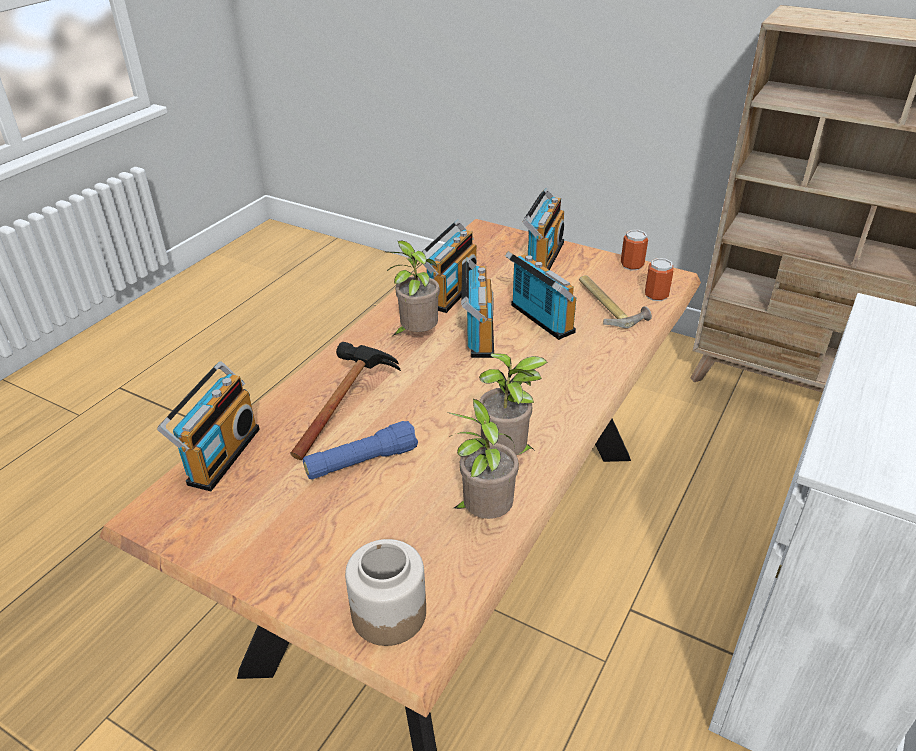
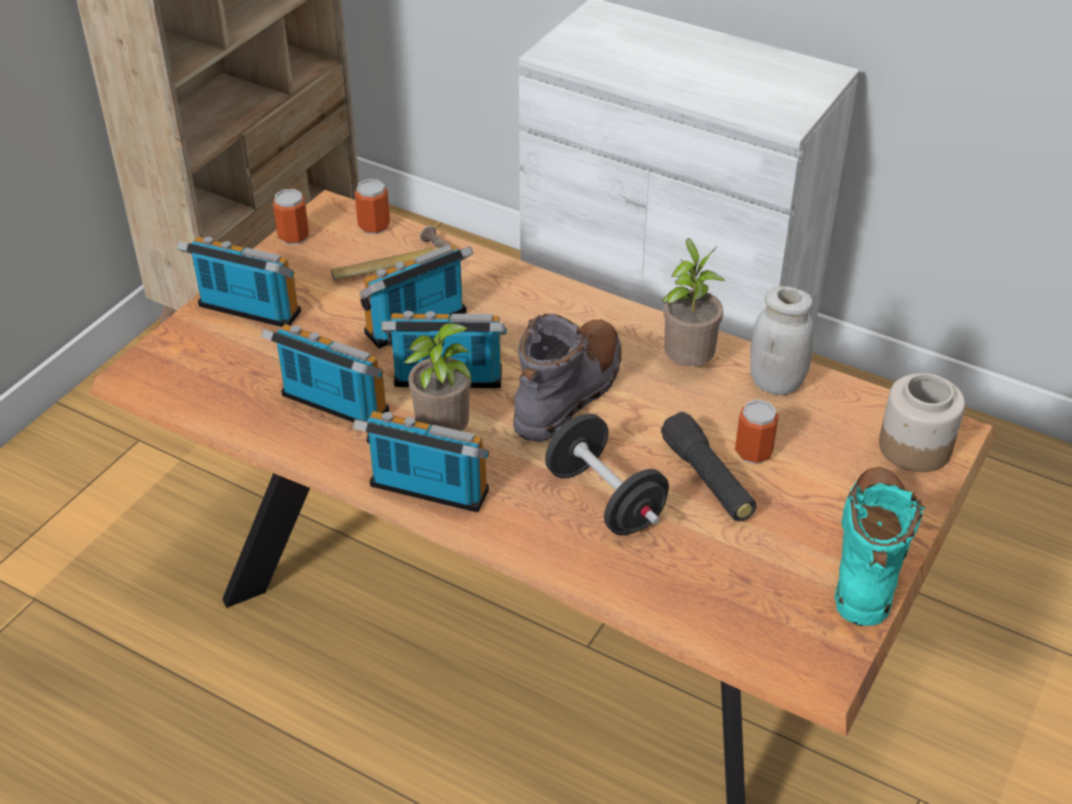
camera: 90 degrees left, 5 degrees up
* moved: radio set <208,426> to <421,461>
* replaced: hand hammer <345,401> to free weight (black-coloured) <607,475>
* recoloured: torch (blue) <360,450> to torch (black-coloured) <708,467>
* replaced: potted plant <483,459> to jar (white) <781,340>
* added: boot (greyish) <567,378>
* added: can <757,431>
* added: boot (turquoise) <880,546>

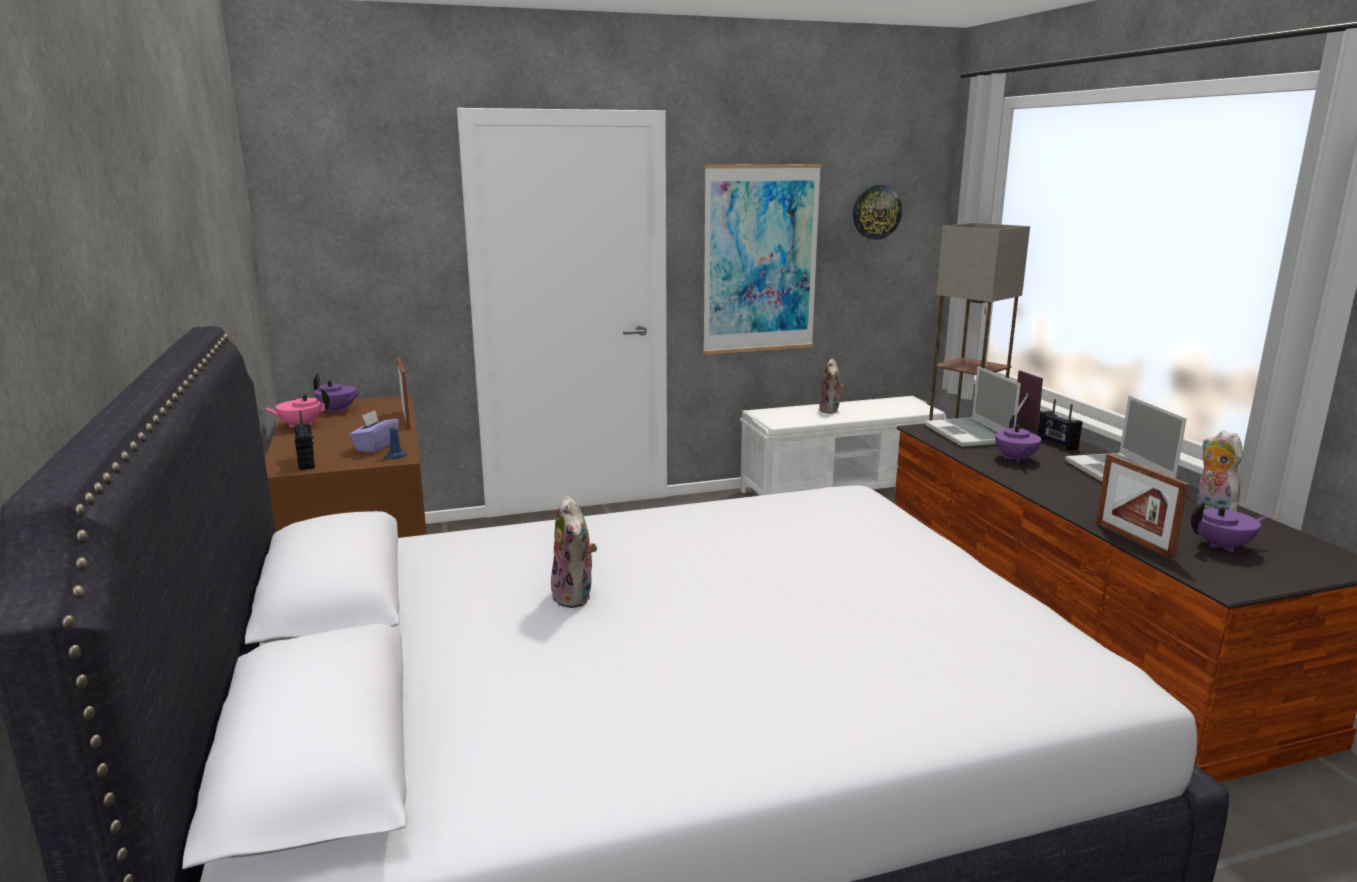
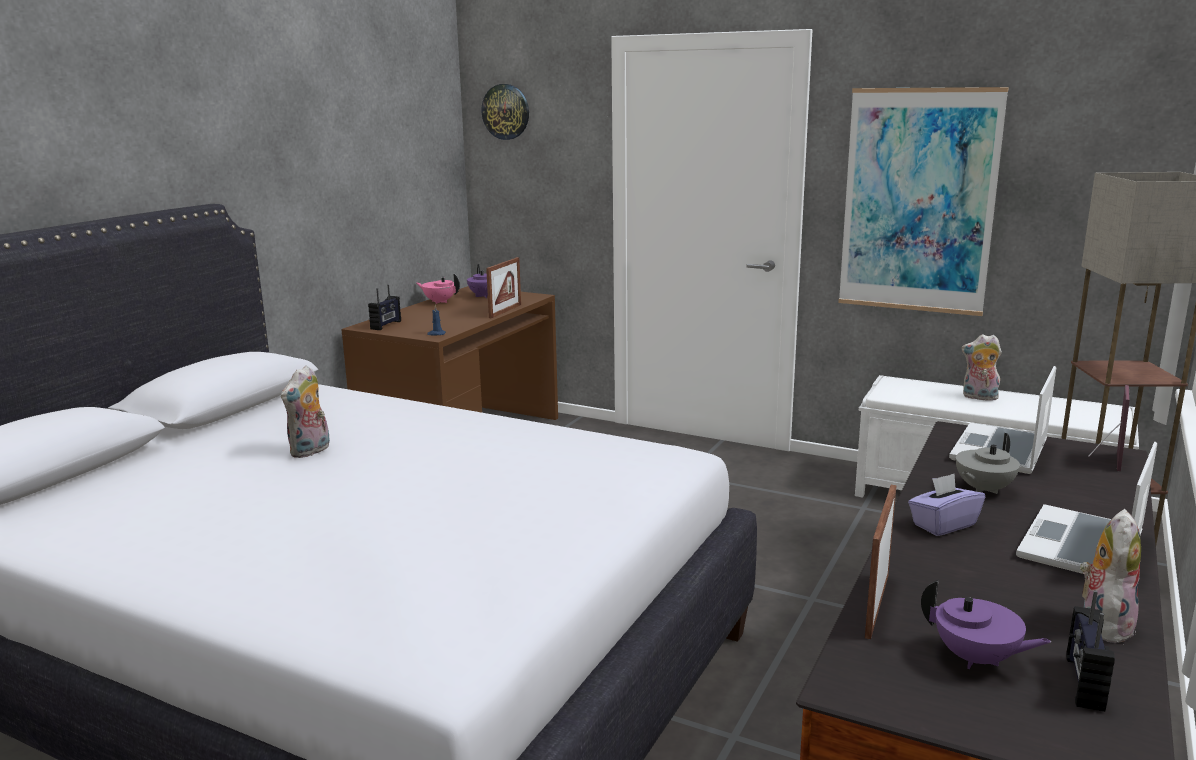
camera: 45 degrees right, 0 degrees up
* moved: tissue holder (purplish) <374,431> to <946,505>
* turned: plush toy <831,386> = <982,367> 60 degrees clockwise
* moved: clock on the wall <877,212> to <505,112>
* recoloured: pot for tea (purplish) <1018,439> to pot for tea (greyish) <988,463>
* moved: radio set <1060,425> to <1090,651>

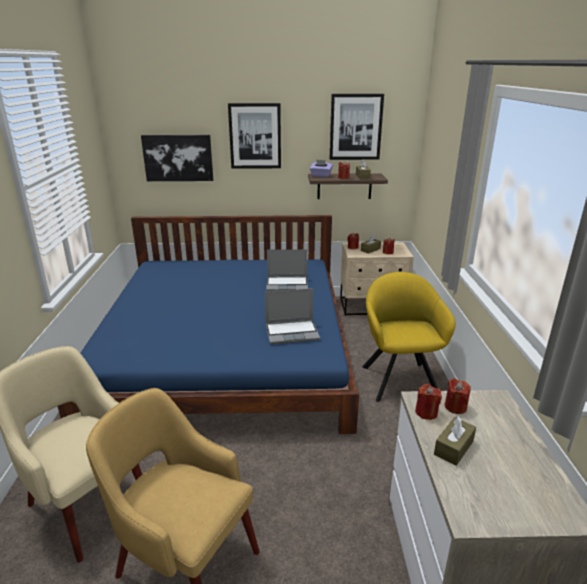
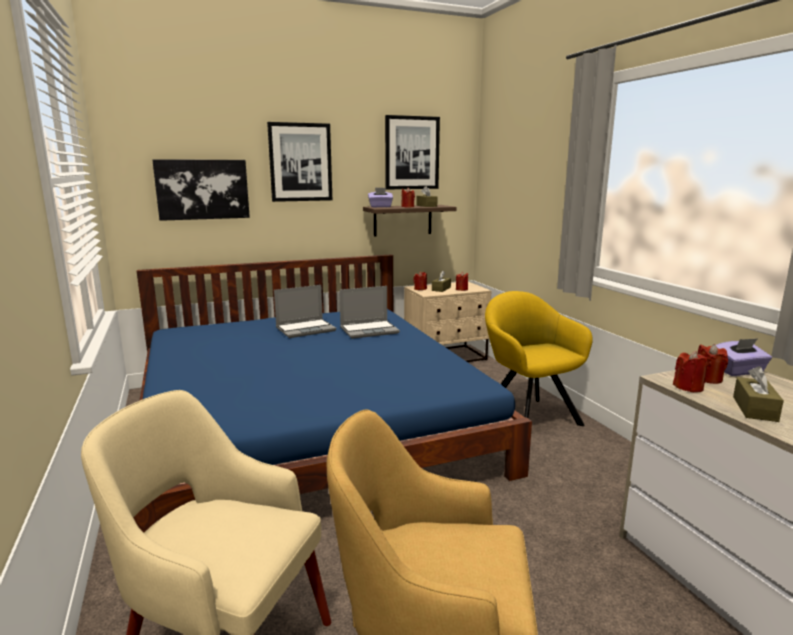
camera: 20 degrees left, 10 degrees down
* moved: portable computer <292,316> to <305,311>
* added: tissue holder (purplish) <744,357>

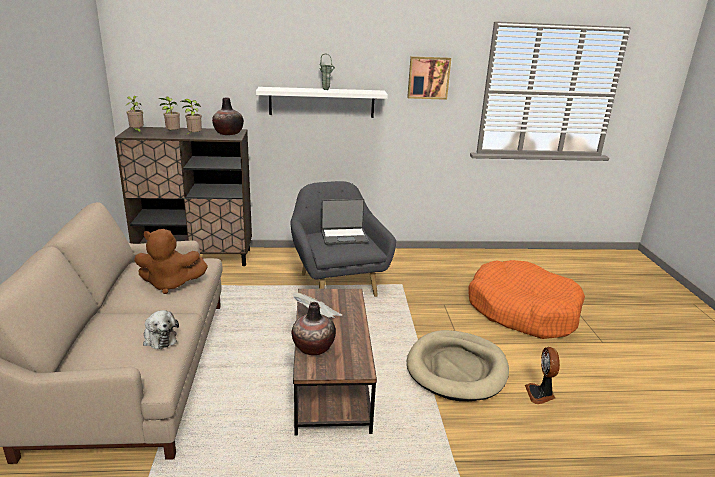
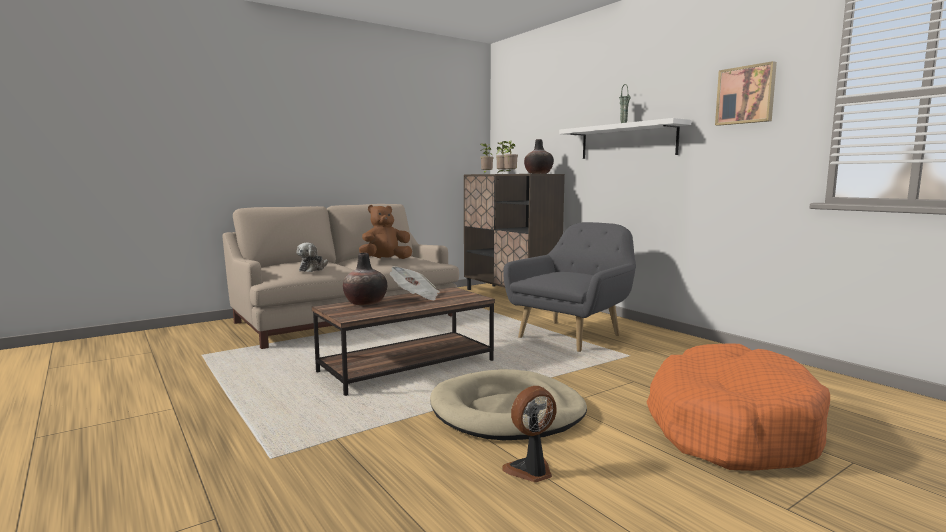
camera: 60 degrees right, 15 degrees down
* turned: plush toy (brown) <171,261> = <385,232> 90 degrees clockwise
* removed: portable computer <345,222>

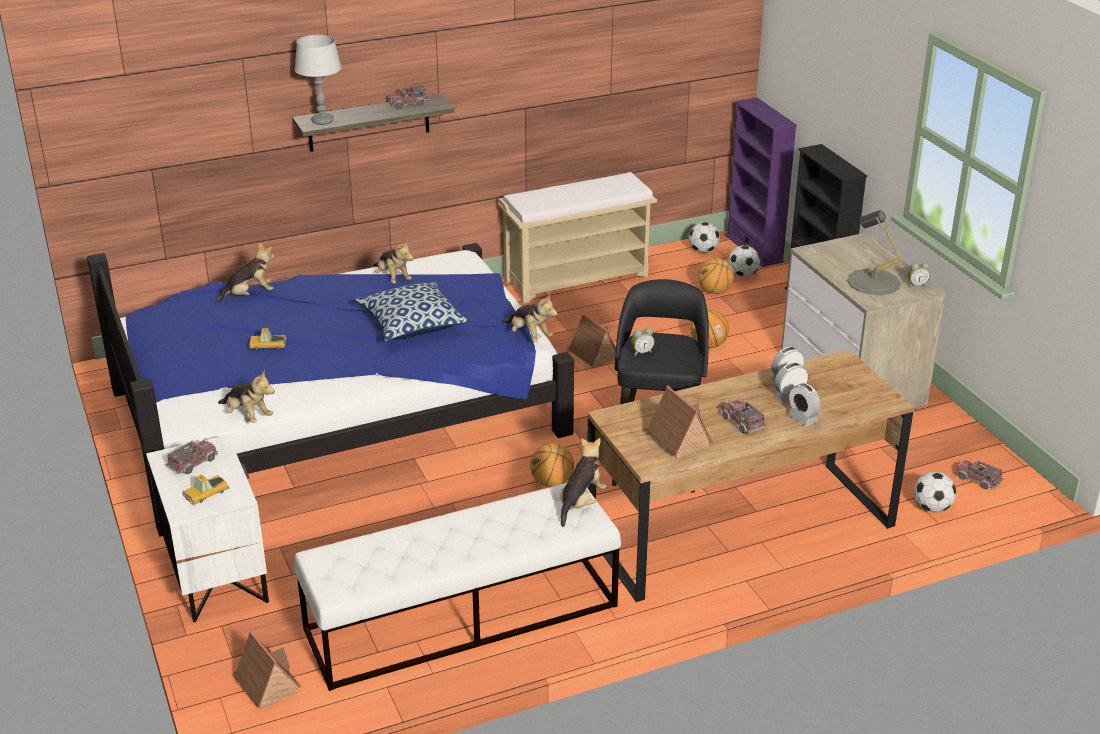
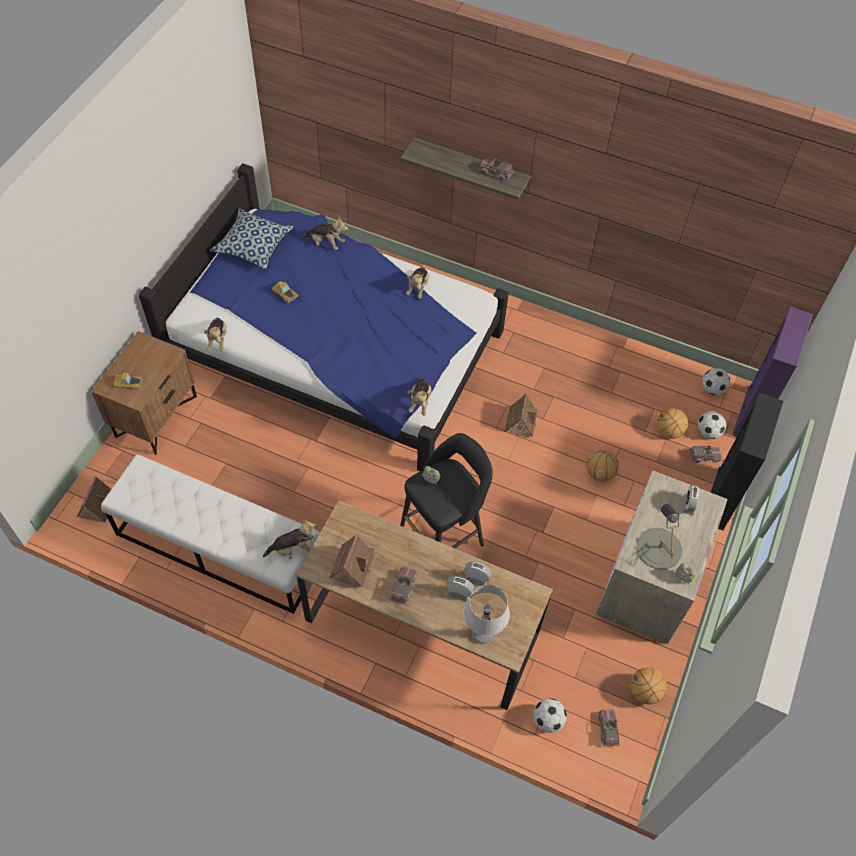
camera: 45 degrees right, 25 degrees up
* recoloured: bedside table (white) <207,528> to bedside table (brown) <144,393>
* moved: toy lorry <192,457> to <705,454>
* moved: table lamp (greyish) <318,80> to <486,614>
* moved: throw pillow <411,311> to <252,239>
* removed: bench (sand-coloured) <577,237>
* moved: basketball <552,465> to <648,686>
* moved: bedside clock <804,404> to <690,500>

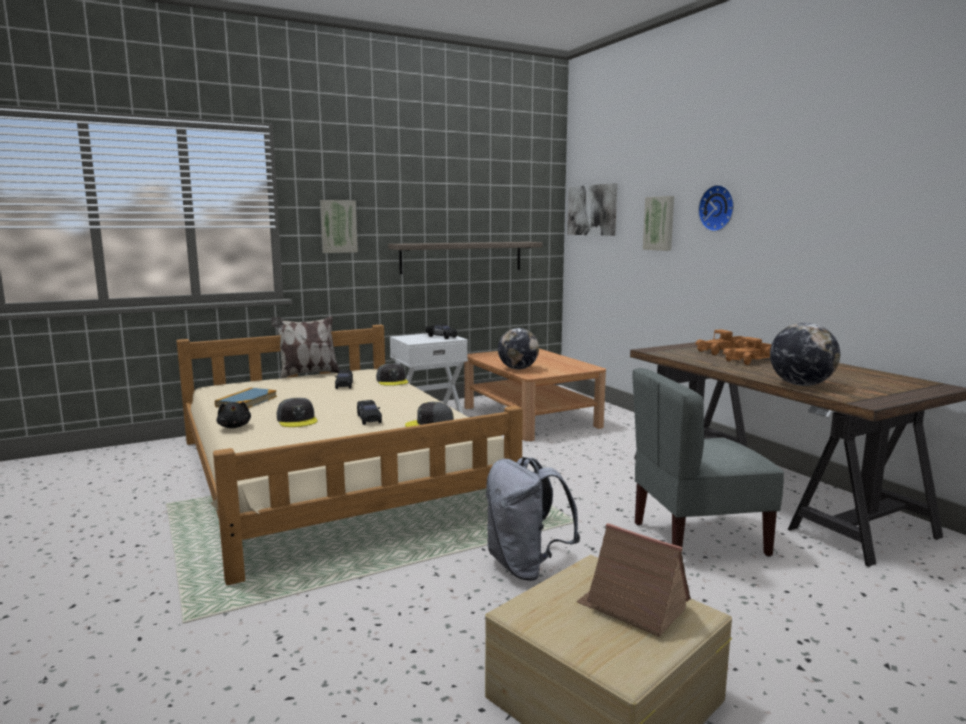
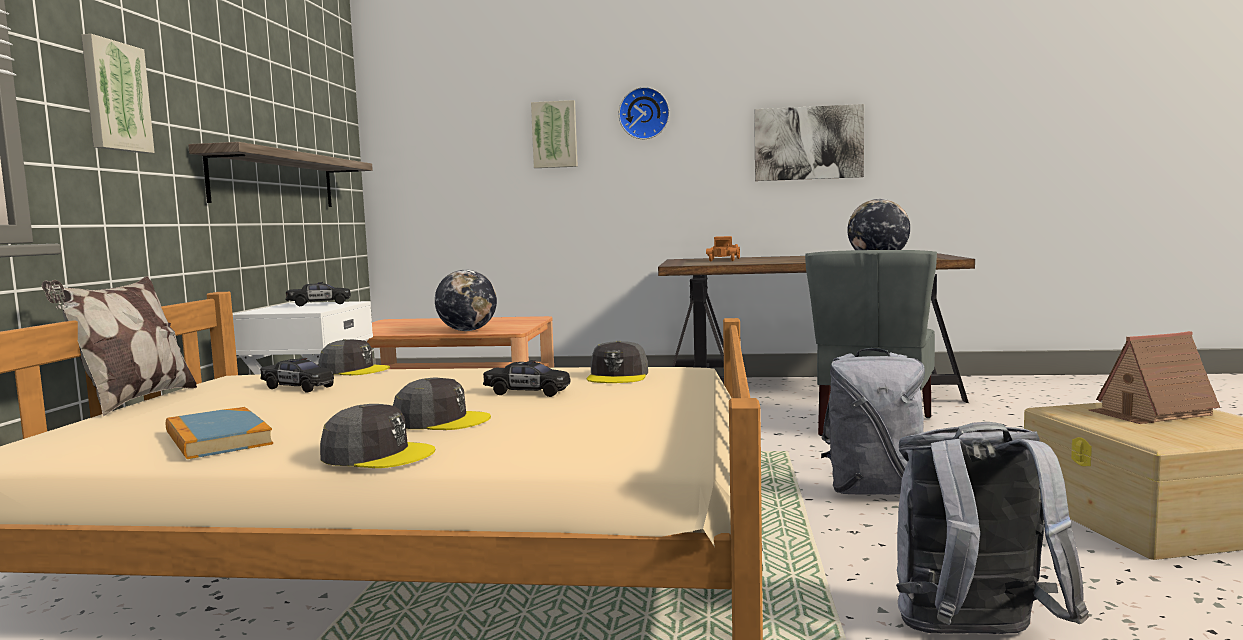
camera: 55 degrees left, 5 degrees down
* replaced: plush toy (black-coloured) <234,415> to peaked cap (greyish) <377,436>
* moved: wall art <592,209> to <809,142>
* removed: toy lorry <747,351>
* added: knapsack (greyish) <992,528>

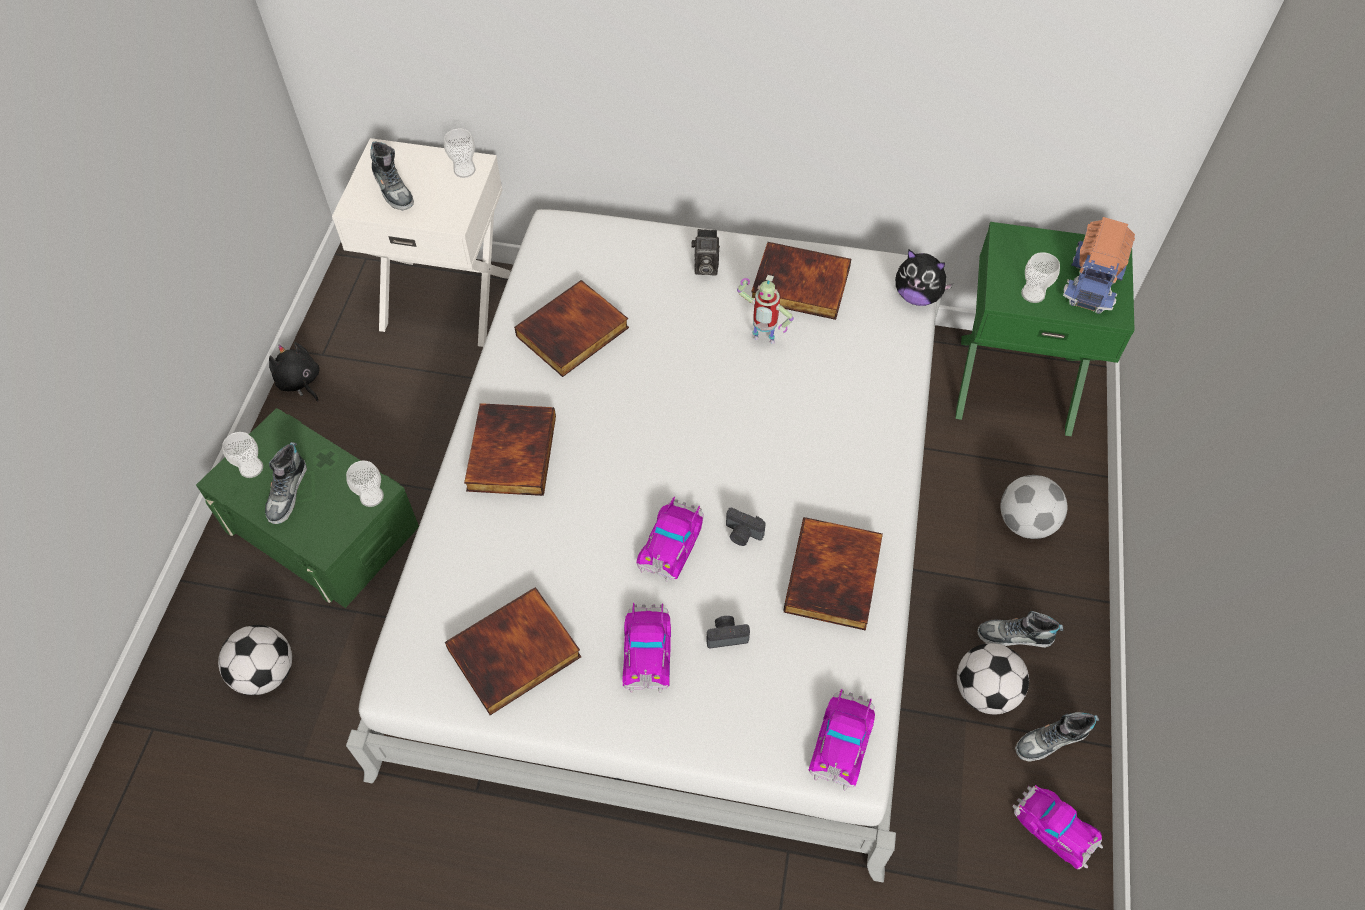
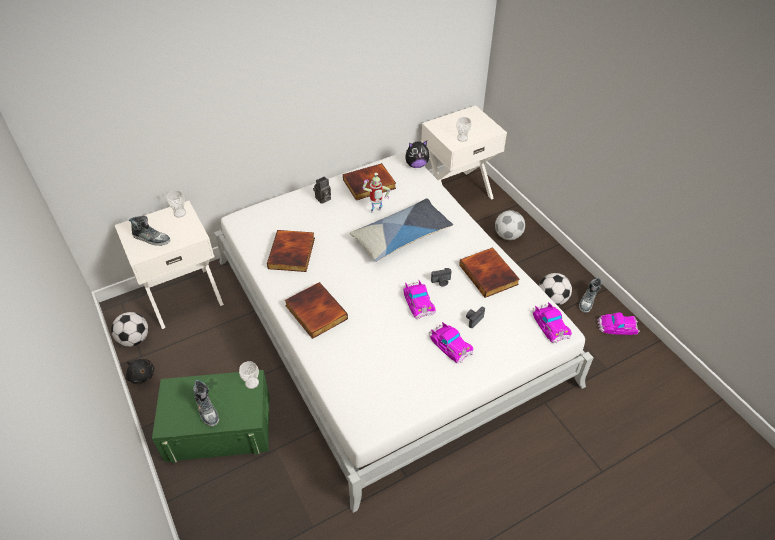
camera: 40 degrees left, 10 degrees down
* moved: football ball <255,660> to <129,329>
* removed: drinking cup <242,455>
* turned: plush toy (black-coloured) <294,372> = <140,371> 150 degrees counterclockwise
* removed: bound book <513,651>
* recoloured: bedside table (greenish) <1045,329> to bedside table (white) <464,152>
* removed: item of footwear <1020,629>
* removed: toy lorry <1099,265>
* added: throw pillow <401,230>

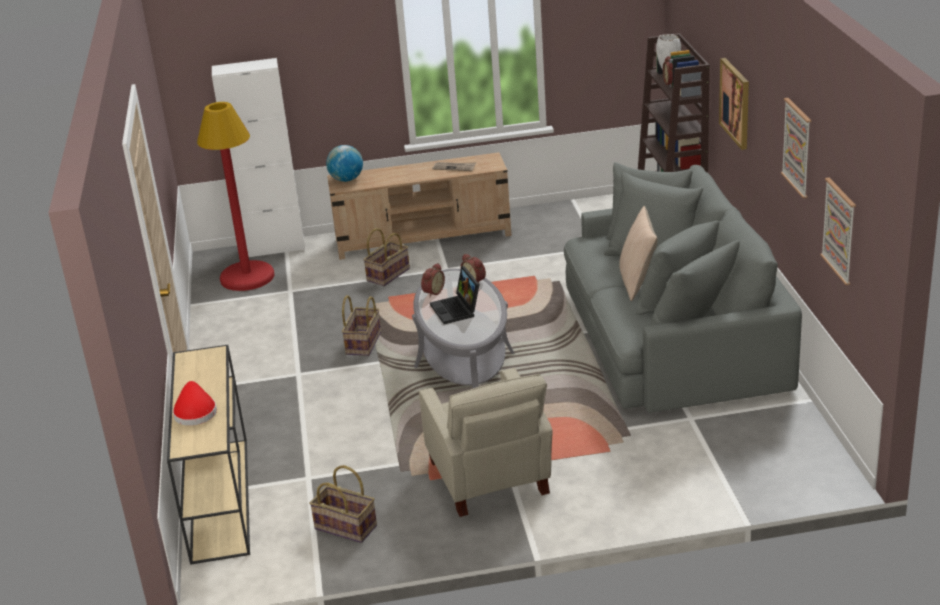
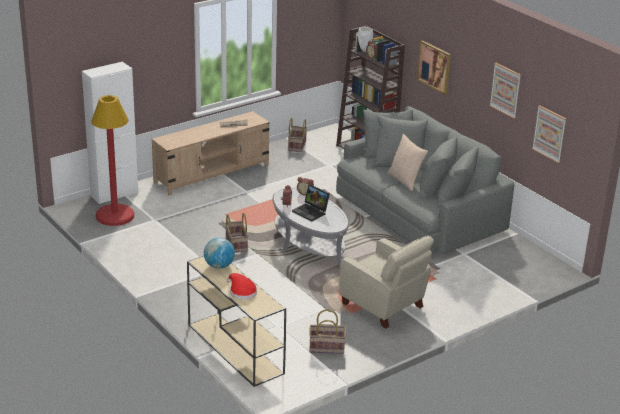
camera: 30 degrees left, 0 degrees up
* moved: world globe <344,163> to <219,253>
* moved: basket <386,257> to <297,135>

